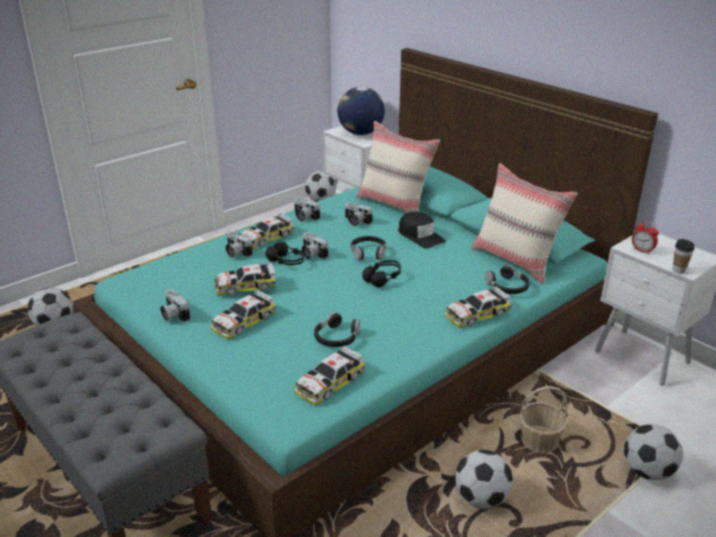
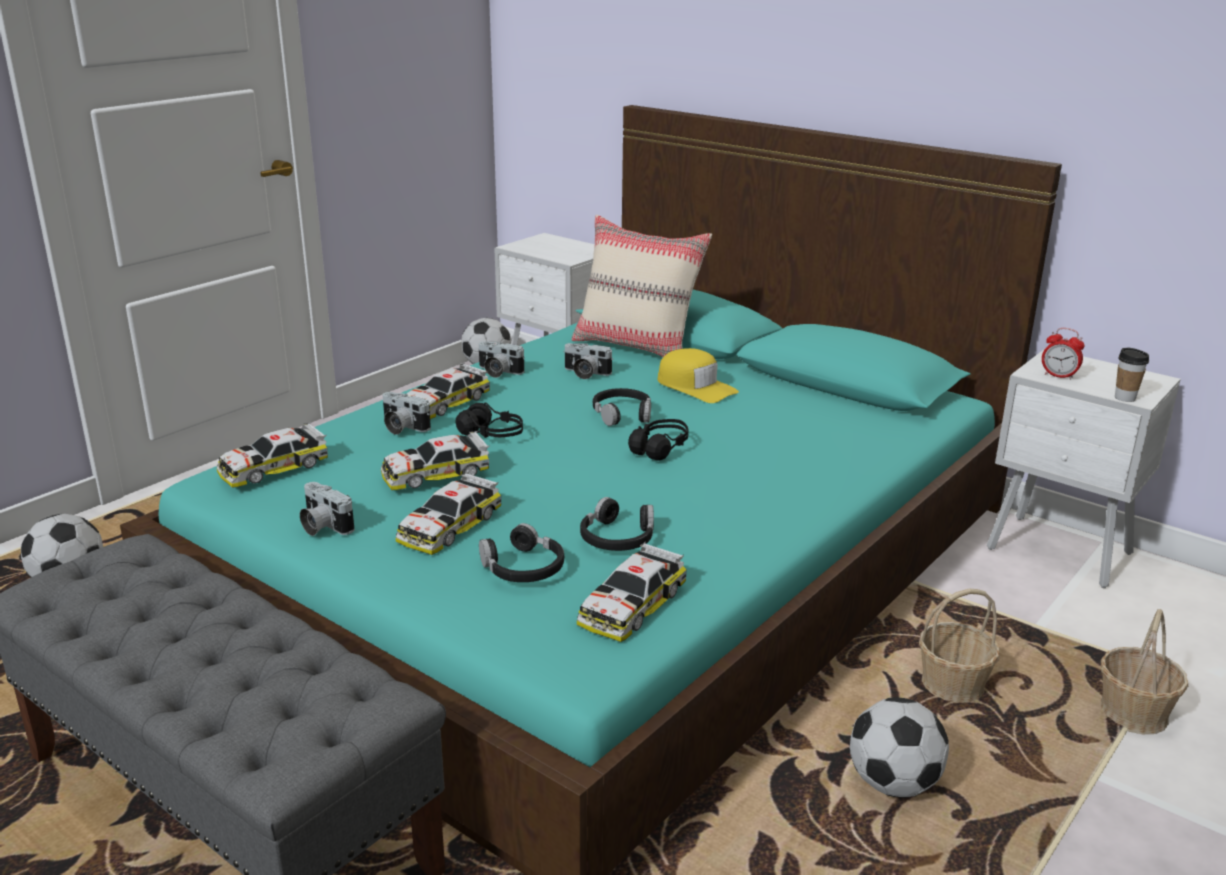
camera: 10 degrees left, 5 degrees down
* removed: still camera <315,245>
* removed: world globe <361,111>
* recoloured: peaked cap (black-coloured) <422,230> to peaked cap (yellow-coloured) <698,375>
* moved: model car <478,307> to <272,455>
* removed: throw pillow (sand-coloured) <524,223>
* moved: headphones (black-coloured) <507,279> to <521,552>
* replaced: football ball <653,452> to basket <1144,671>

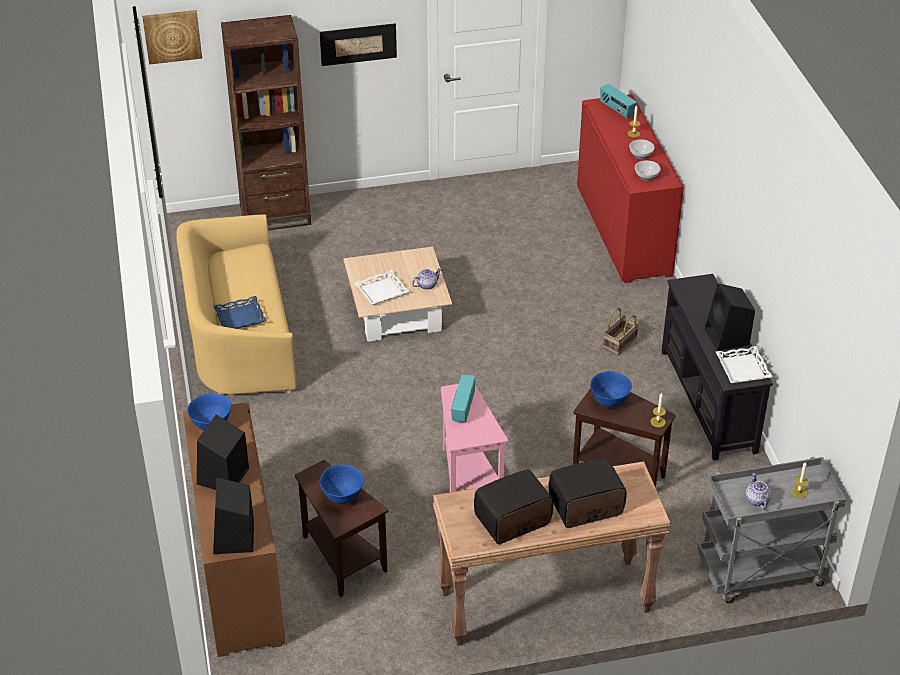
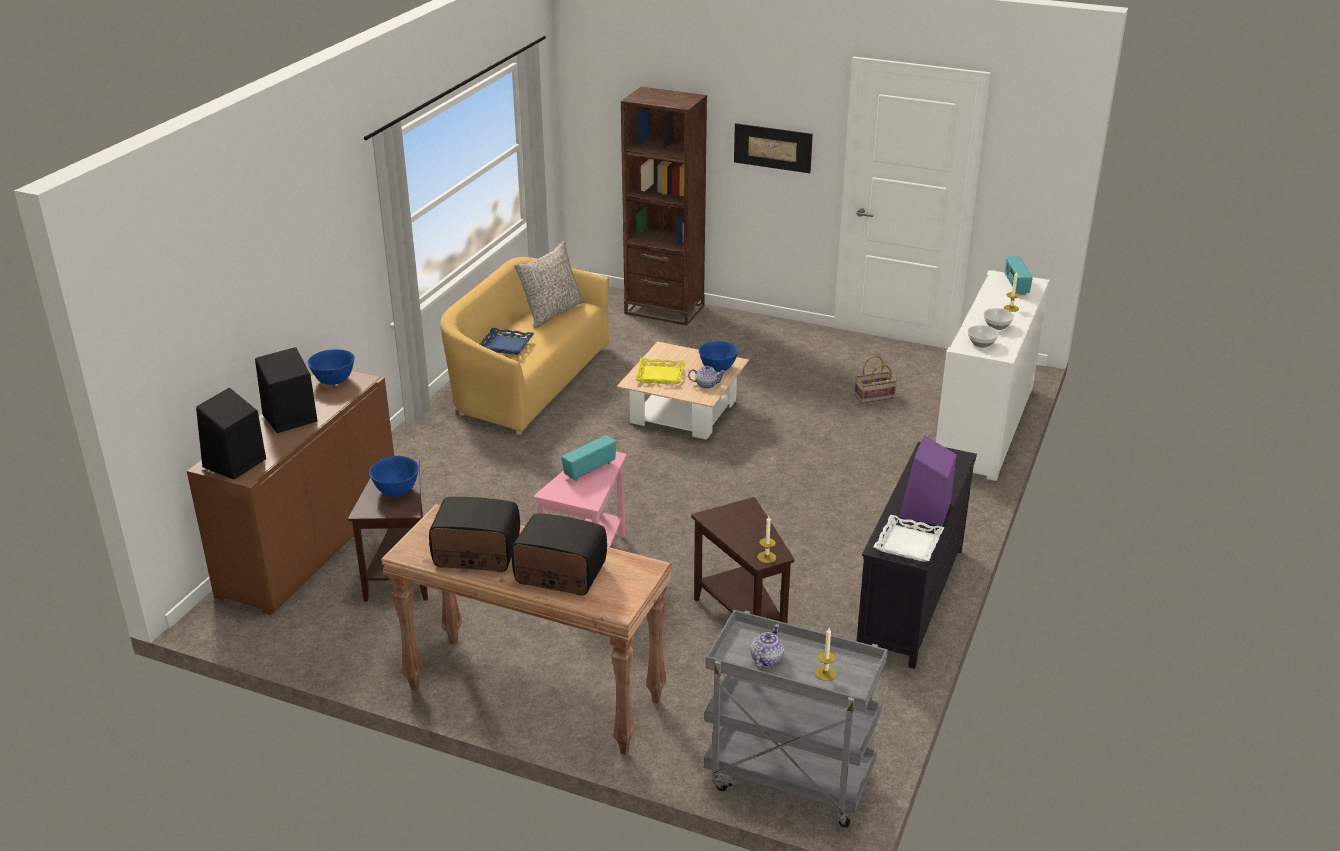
camera: 35 degrees right, 10 degrees down
* removed: wall art <172,37>
* recoloured: serving tray (white) <382,287> to serving tray (yellow-coloured) <660,371>
* recoloured: cupboard (red) <630,188> to cupboard (white) <993,375>
* moved: bowl (blue) <611,389> to <718,356>
* moved: basket <621,331> to <875,379>
* recoloured: loudspeaker (black-coloured) <730,317> to loudspeaker (purplish) <928,480>
* added: throw pillow (greyish) <549,284>

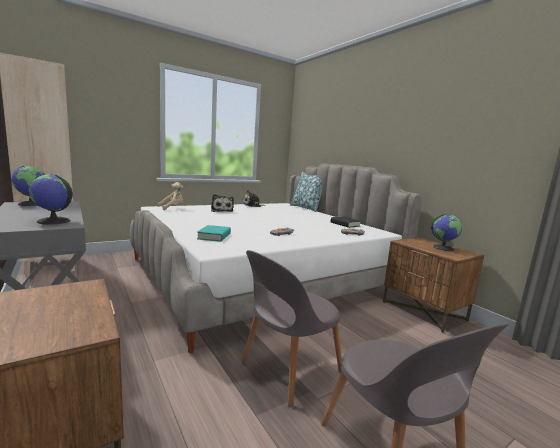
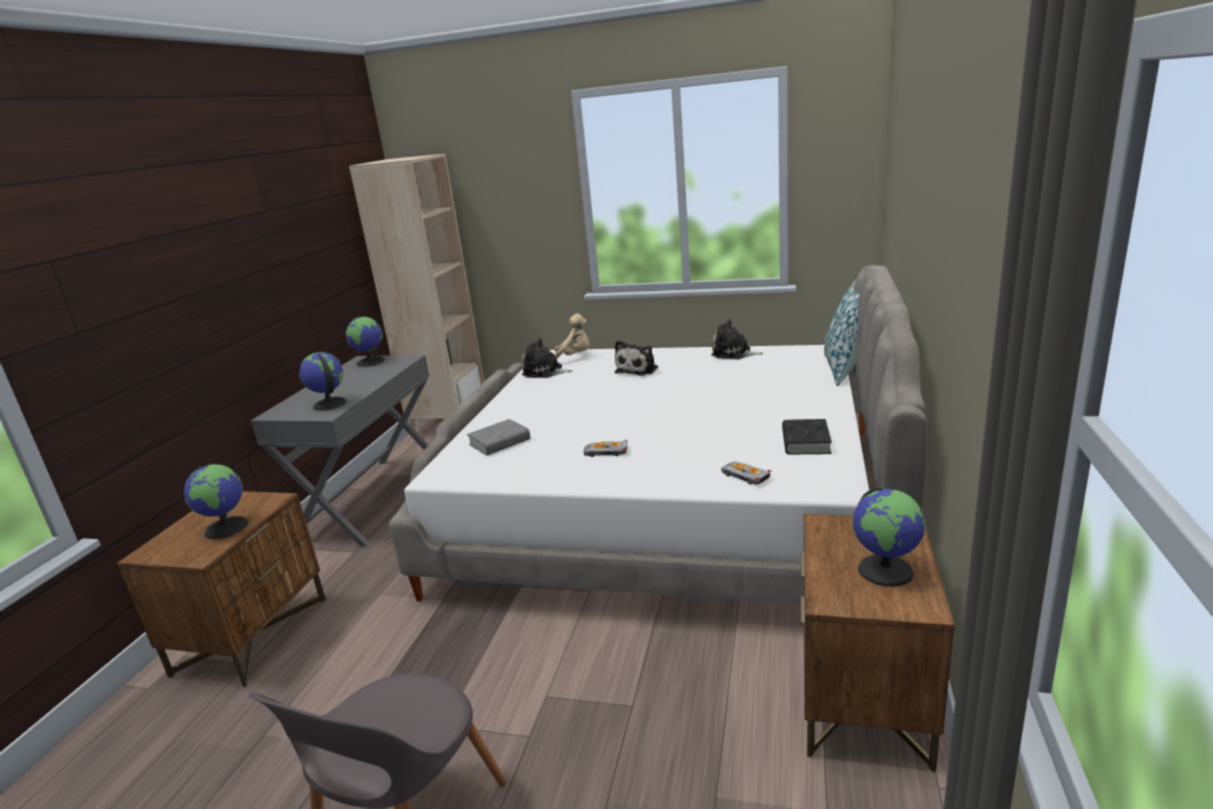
camera: 50 degrees right, 10 degrees up
* recoloured: bound book (turquoise) <214,233> to bound book (greyish) <498,437>
* removed: plain chair (greyish) <291,328>
* added: world globe <216,501>
* added: plush toy <547,358>

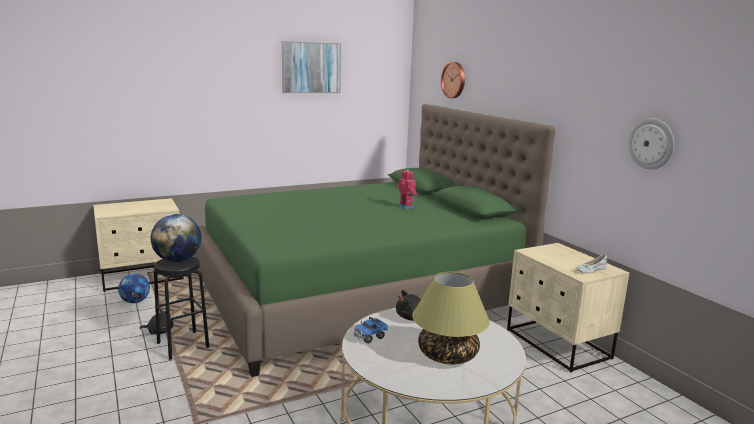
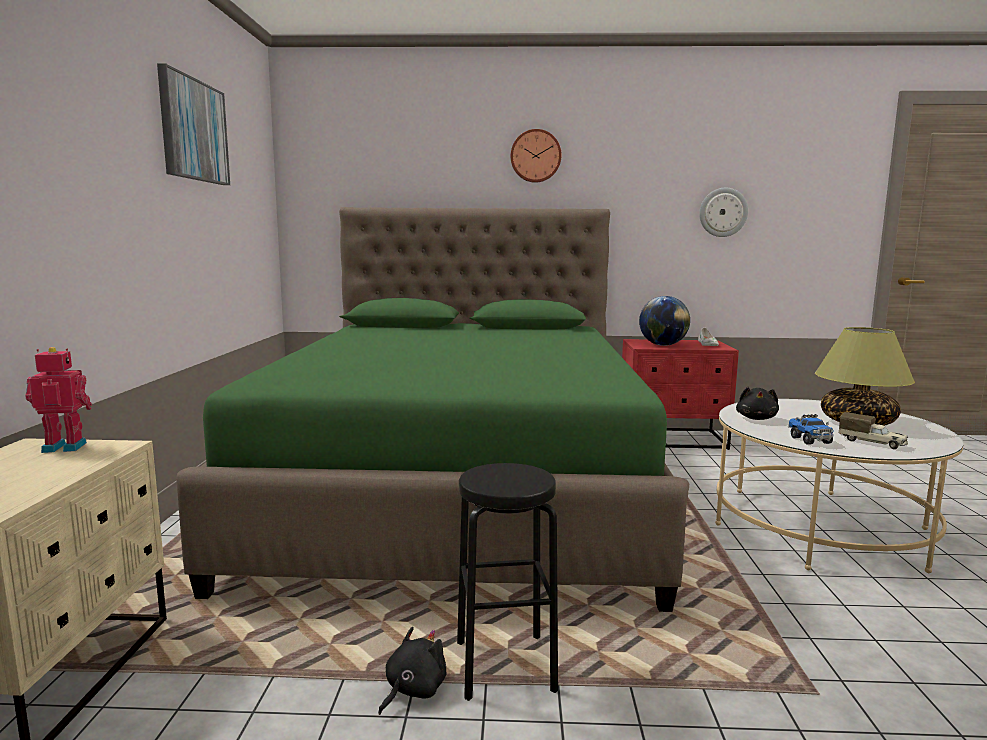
camera: 60 degrees left, 5 degrees down
* removed: football ball <134,288>
* moved: world globe <176,238> to <664,321>
* moved: robot figure <407,189> to <58,400>
* moved: clock on the wall <453,80> to <536,156>
* recoloured: bedside table (sand-coloured) <568,307> to bedside table (red) <680,394>
* added: toy lorry <873,430>

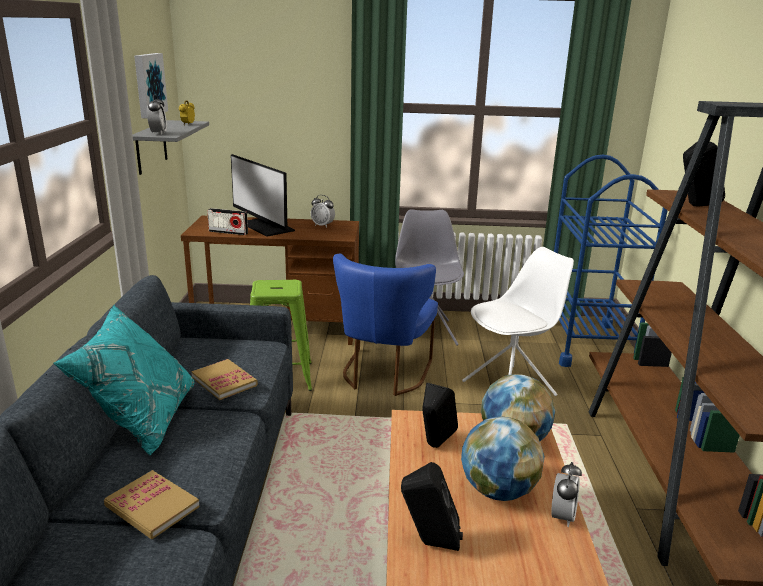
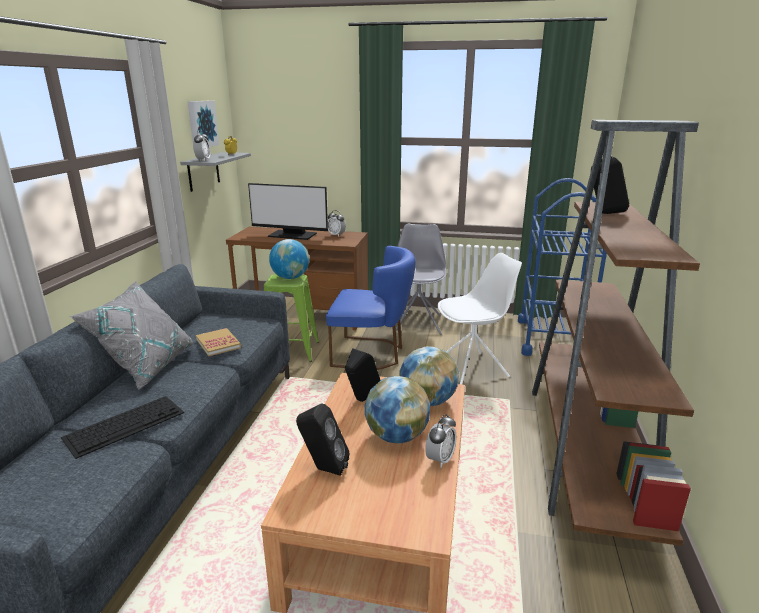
camera: 10 degrees right, 0 degrees up
* recoloured: throw pillow (turquoise) <124,380> to throw pillow (greyish) <131,335>
* replaced: bound book <152,504> to keyboard <122,427>
* removed: radio set <227,221>
* turned: monitor <263,195> = <288,211> 45 degrees counterclockwise
* turned: plain chair (blue) <385,325> = <371,308> 105 degrees counterclockwise
* added: world globe <289,259>

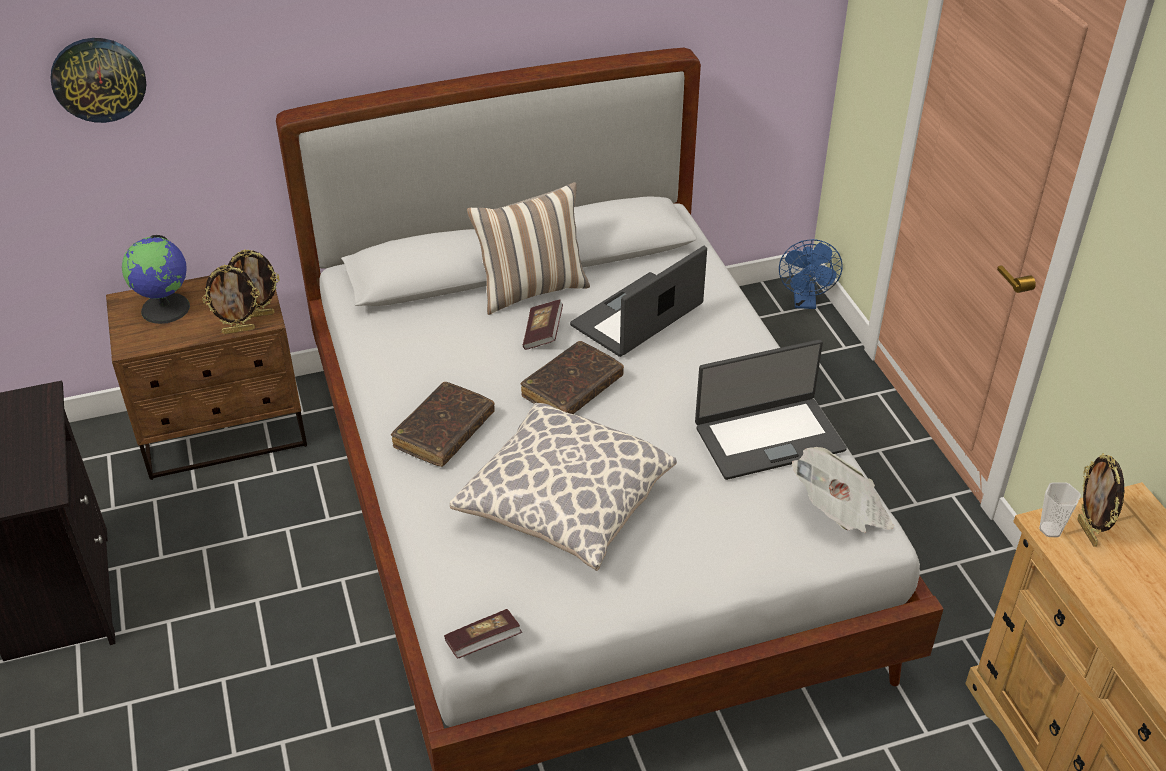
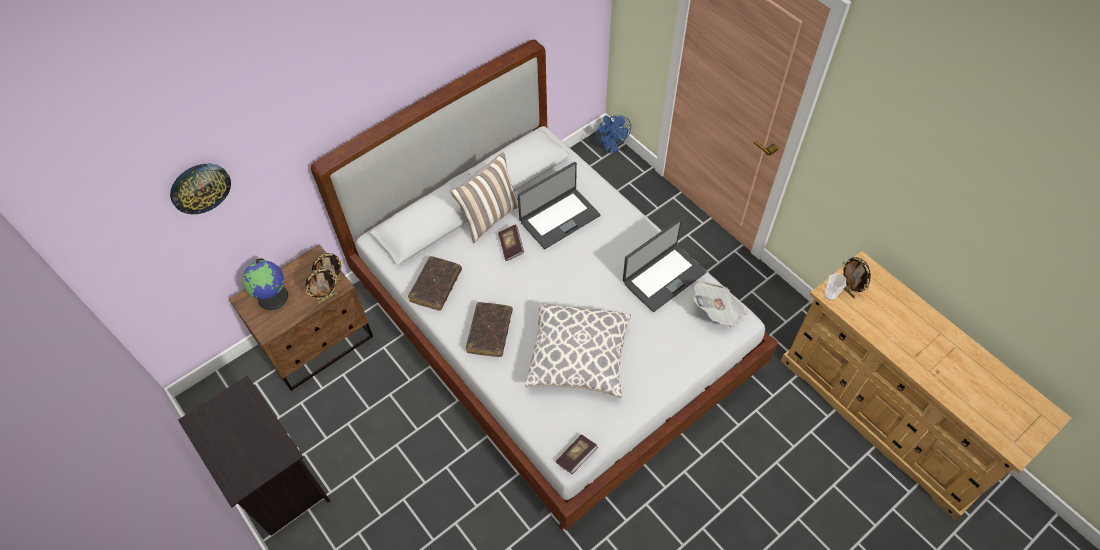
camera: 20 degrees left, 15 degrees up
* moved: bound book (brown) <572,377> to <435,283>
* turned: portable computer <638,301> = <559,205> 150 degrees counterclockwise

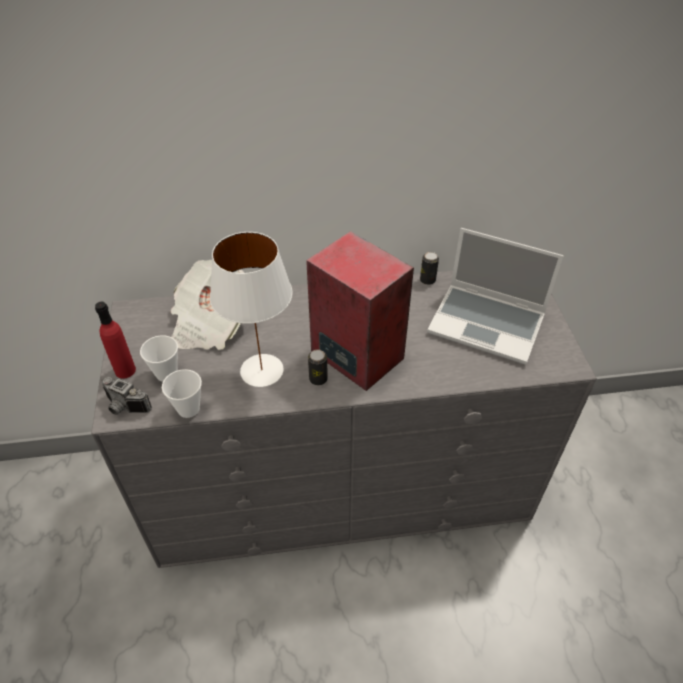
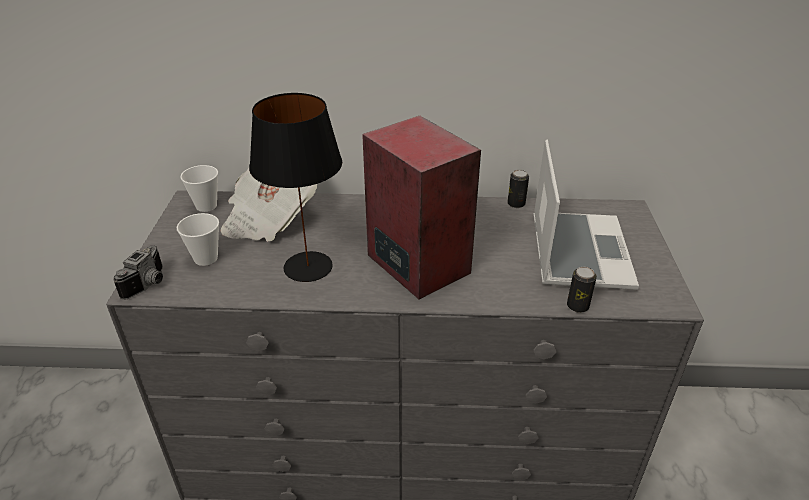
camera: 10 degrees right, 10 degrees down
* removed: bottle (red) <115,340>
* turned: still camera <126,396> = <138,273> 105 degrees counterclockwise
* moved: drinking cup <182,393> to <199,188>
* recoloured: table lamp (white) <251,309> to table lamp (black-coloured) <295,187>
* moved: can <318,367> to <582,290>
* turned: portable computer <495,296> = <586,215> 120 degrees counterclockwise

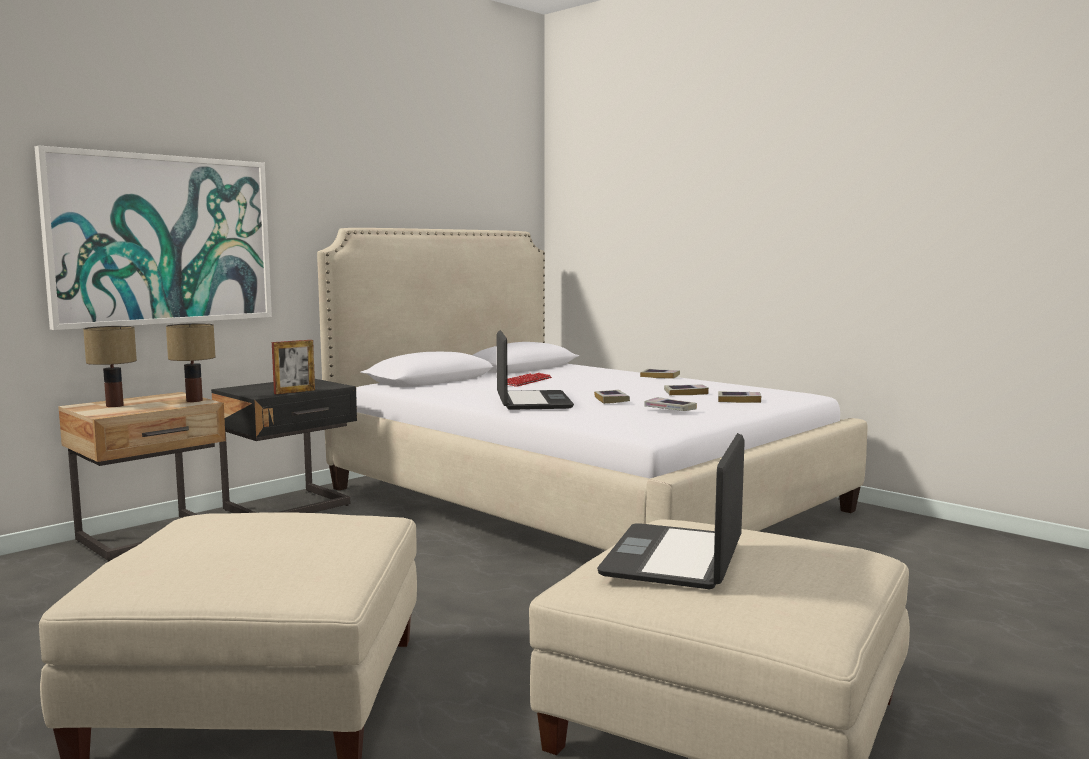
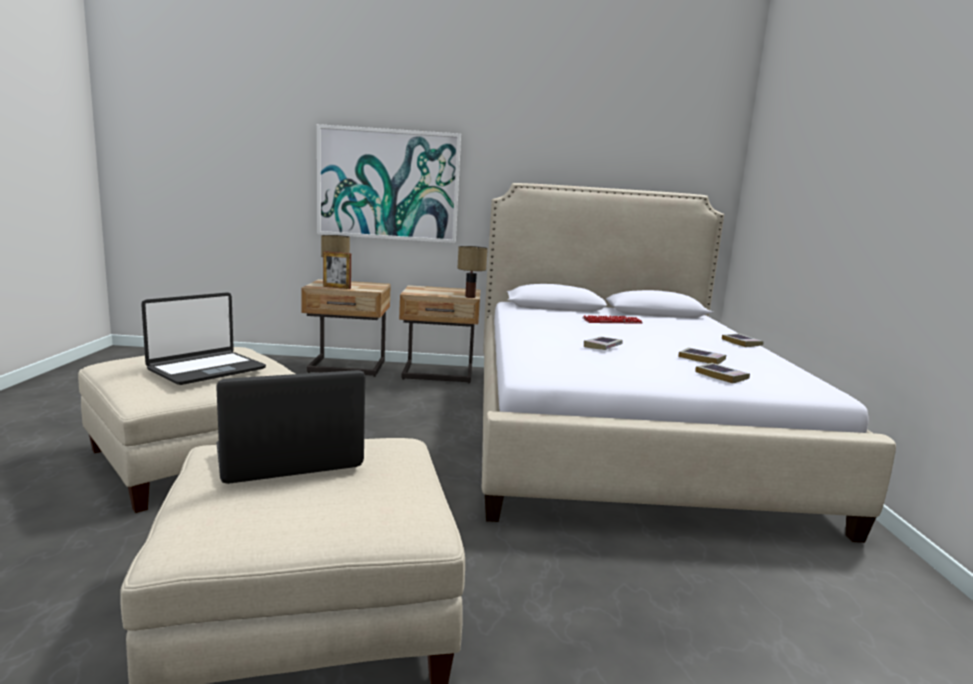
camera: 45 degrees right, 5 degrees up
* moved: table lamp <190,362> to <472,272>
* recoloured: bedside table (black-coloured) <284,446> to bedside table (sand-coloured) <439,334>
* moved: photo frame <293,367> to <337,270>
* moved: portable computer <535,370> to <203,338>
* removed: bound book <670,404>

